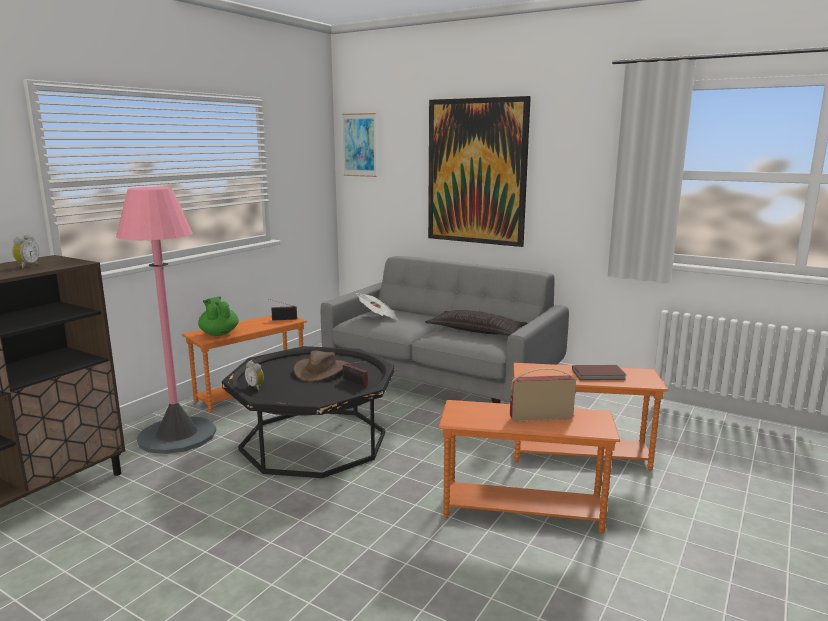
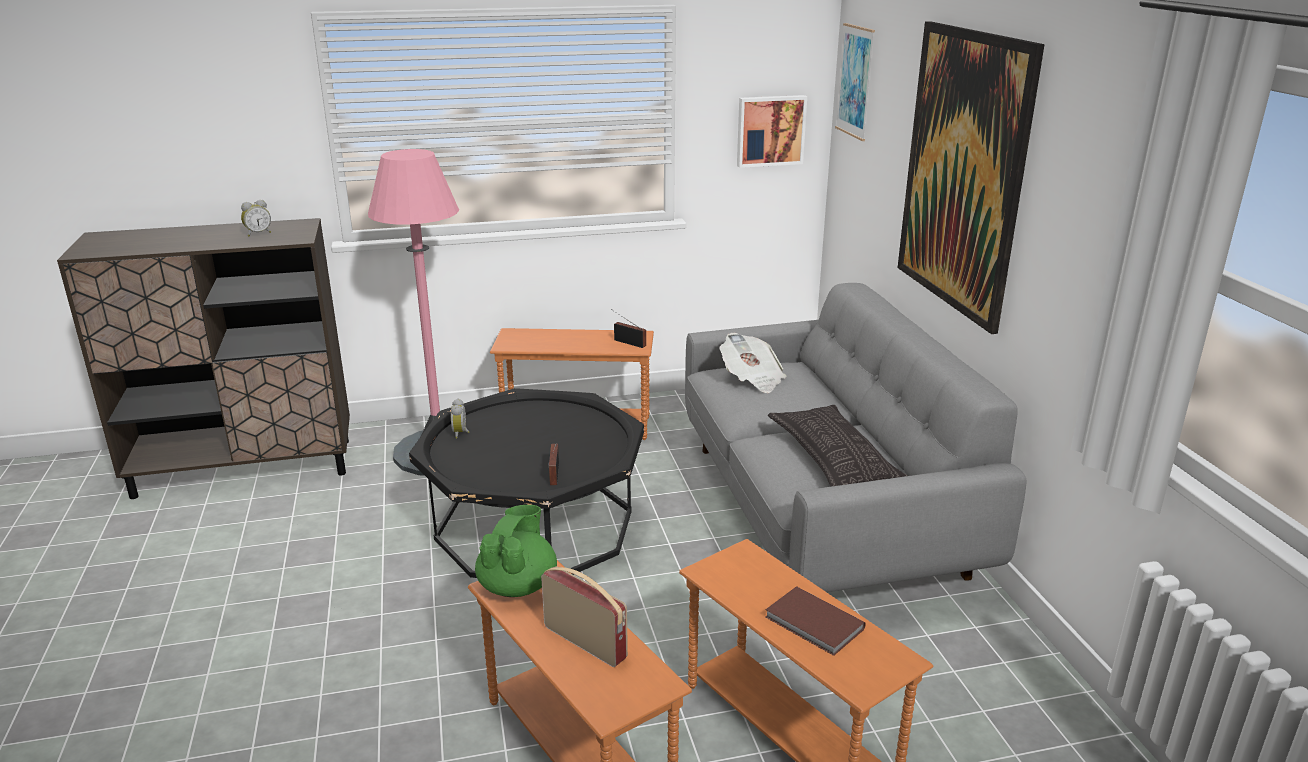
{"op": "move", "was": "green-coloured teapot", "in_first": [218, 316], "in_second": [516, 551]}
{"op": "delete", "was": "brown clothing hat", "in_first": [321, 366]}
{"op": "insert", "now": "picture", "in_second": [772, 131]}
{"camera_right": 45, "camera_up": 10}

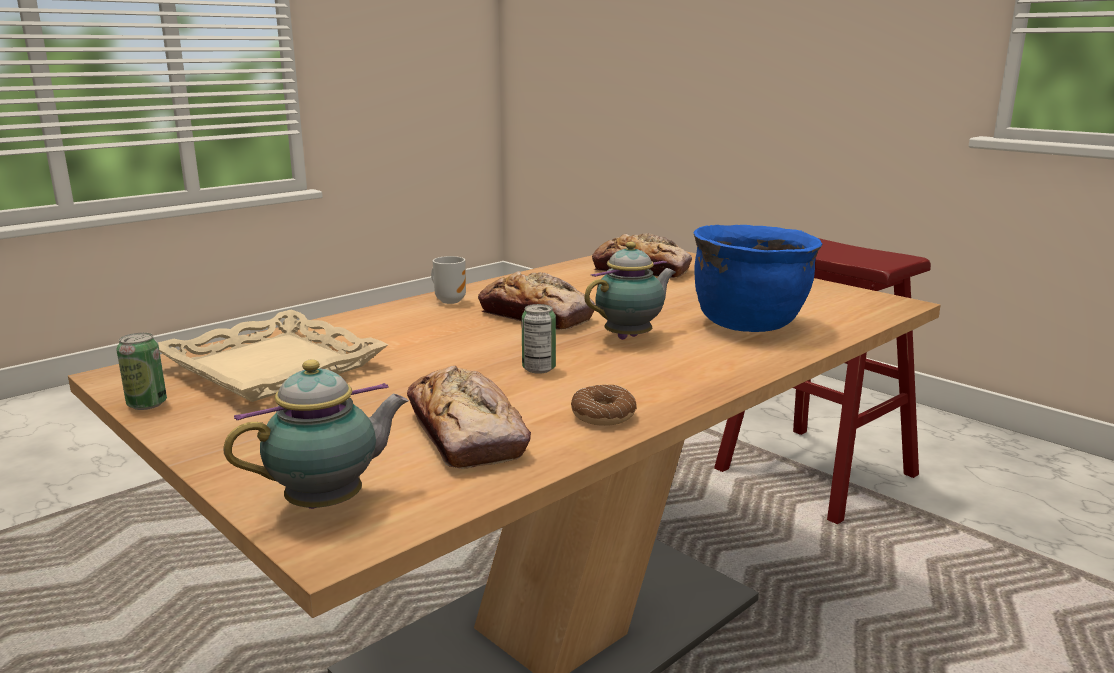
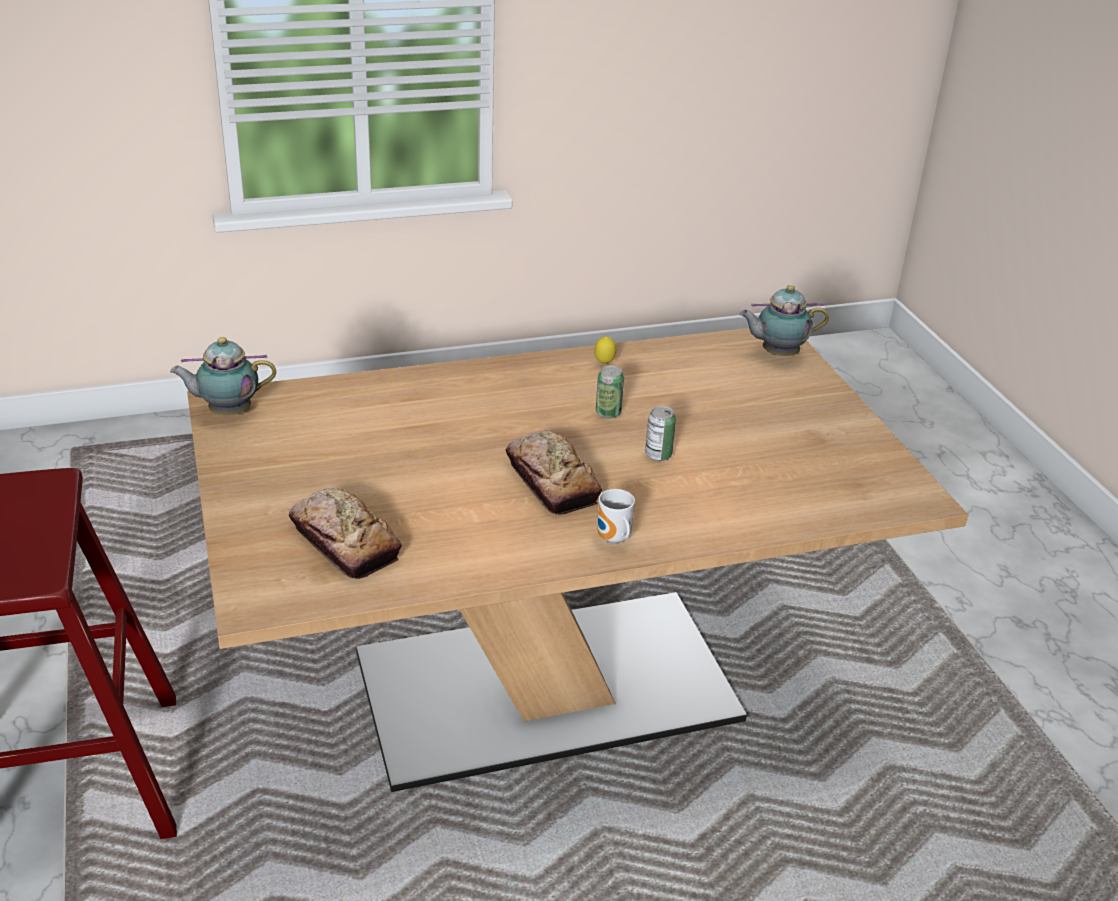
{"op": "delete", "was": "blue stockpot", "in_first": [758, 278]}
{"op": "move", "was": "teapot", "in_first": [630, 291], "in_second": [223, 376]}
{"op": "delete", "was": "beige carrying tray", "in_first": [273, 356]}
{"op": "move", "was": "can", "in_first": [142, 371], "in_second": [660, 433]}
{"op": "delete", "was": "bakery bread", "in_first": [469, 417]}
{"op": "replace", "was": "ring doughnut", "now": "citrus fruit", "in_first": [604, 405], "in_second": [605, 350]}
{"camera_right": -155, "camera_up": 15}

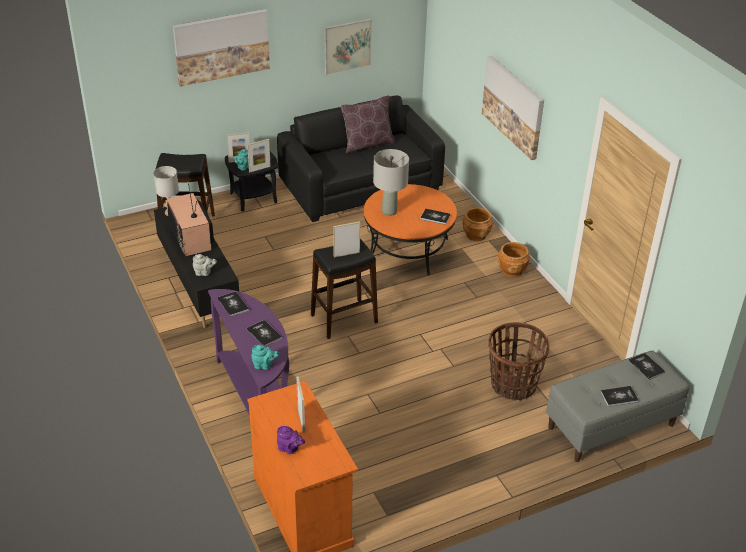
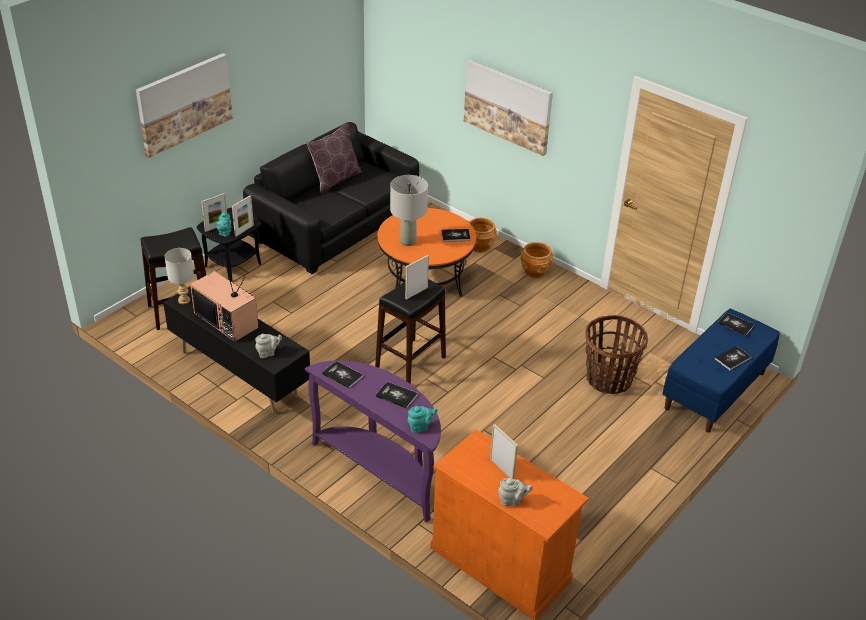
{"op": "delete", "was": "picture", "in_first": [348, 46]}
{"op": "recolor", "was": "grey long seat", "now": "blue long seat", "in_first": [617, 406], "in_second": [721, 371]}
{"op": "recolor", "was": "purplish teapot", "now": "grey teapot", "in_first": [291, 440], "in_second": [515, 492]}
{"camera_right": -25, "camera_up": 0}

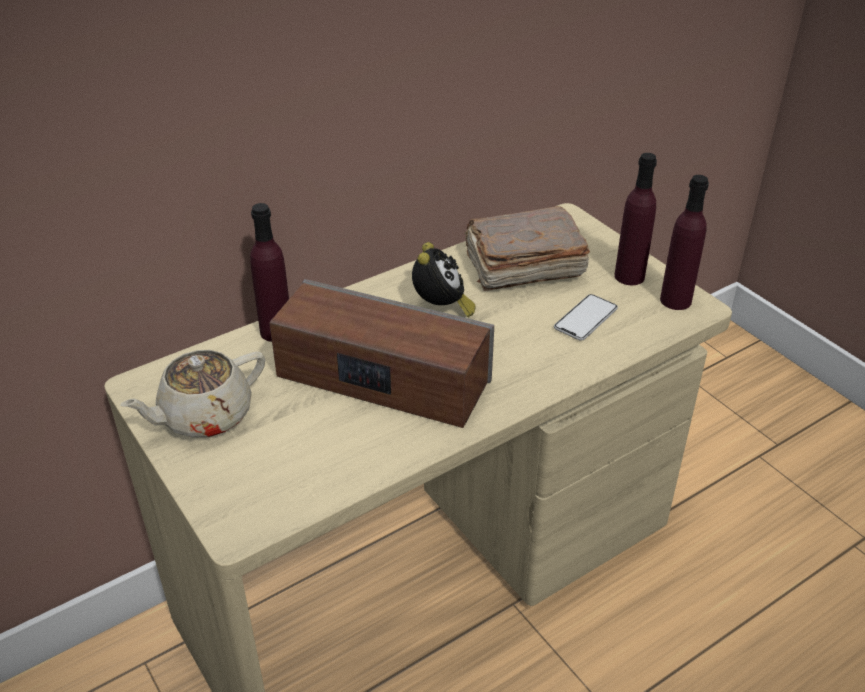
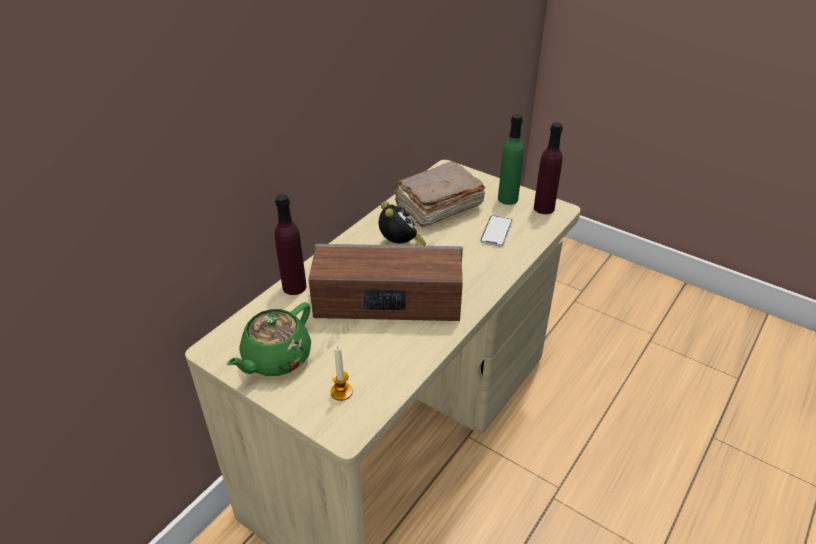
{"op": "recolor", "was": "purplish beverage bottle", "now": "green-coloured beverage bottle", "in_first": [635, 219], "in_second": [511, 159]}
{"op": "recolor", "was": "beige teapot", "now": "green-coloured teapot", "in_first": [192, 394], "in_second": [269, 339]}
{"op": "insert", "now": "candle", "in_second": [342, 373]}
{"camera_right": -20, "camera_up": 0}

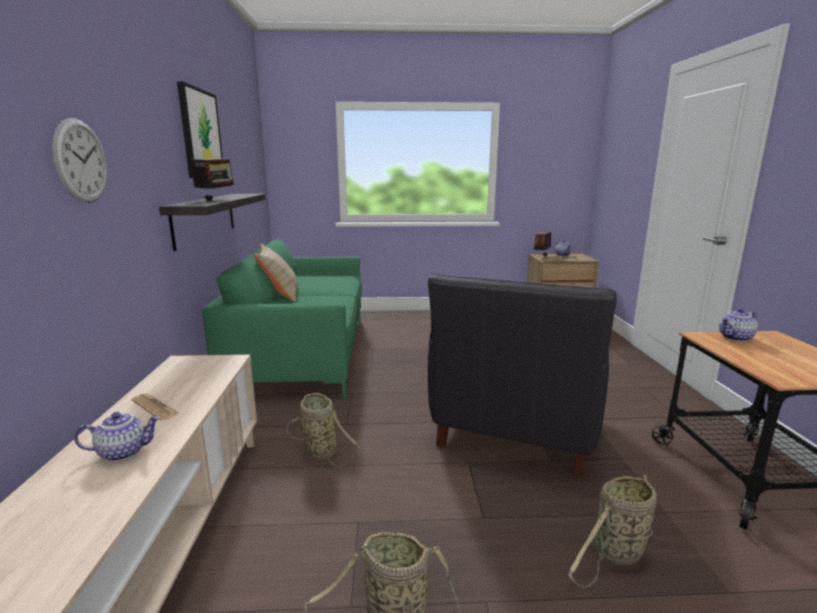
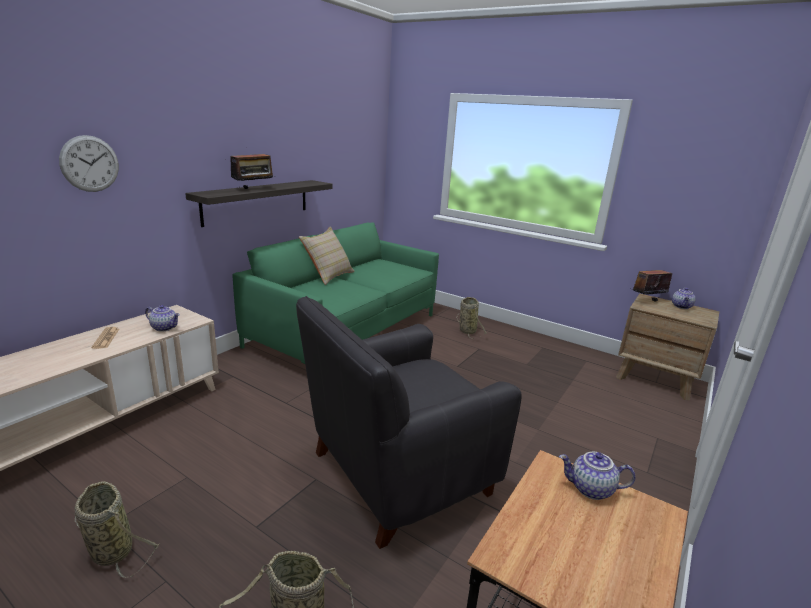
{"op": "delete", "was": "picture", "in_first": [200, 130]}
{"op": "move", "was": "storage basket", "in_first": [323, 430], "in_second": [471, 318]}
{"op": "move", "was": "teapot", "in_first": [117, 436], "in_second": [162, 318]}
{"camera_right": 35, "camera_up": 5}

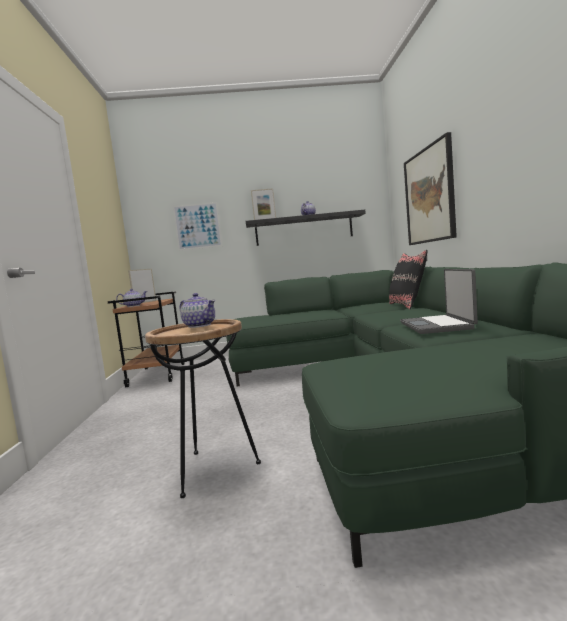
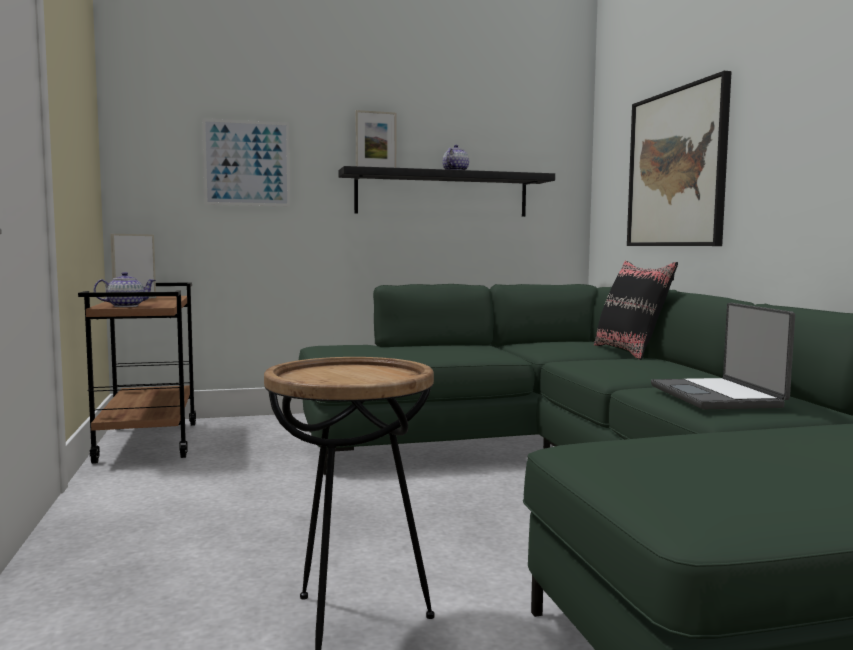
{"op": "delete", "was": "teapot", "in_first": [197, 310]}
{"camera_right": -10, "camera_up": 0}

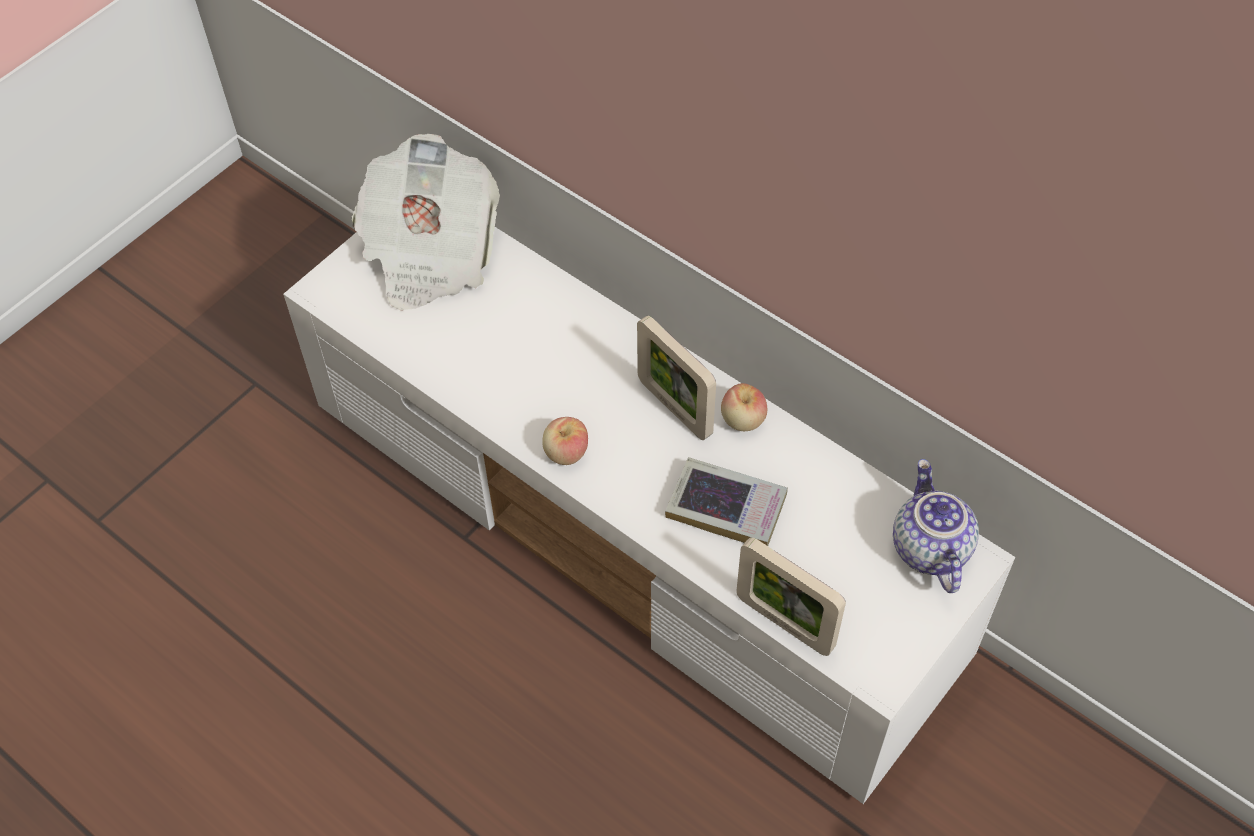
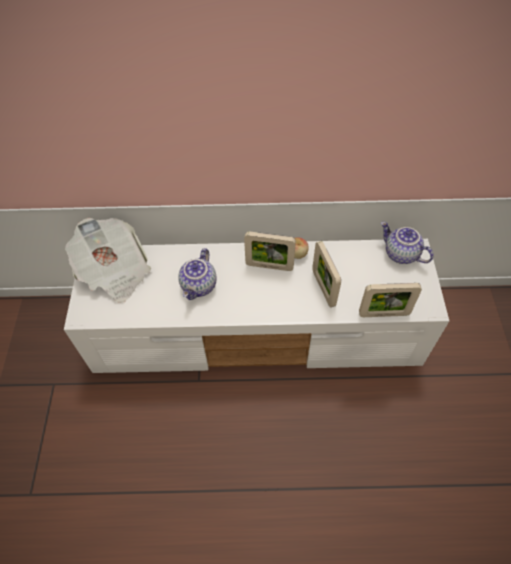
{"op": "delete", "was": "whole apple", "in_first": [565, 441]}
{"op": "replace", "was": "volume", "now": "standing frame", "in_first": [726, 501], "in_second": [326, 274]}
{"op": "insert", "now": "teapot", "in_second": [197, 274]}
{"camera_right": -40, "camera_up": 0}

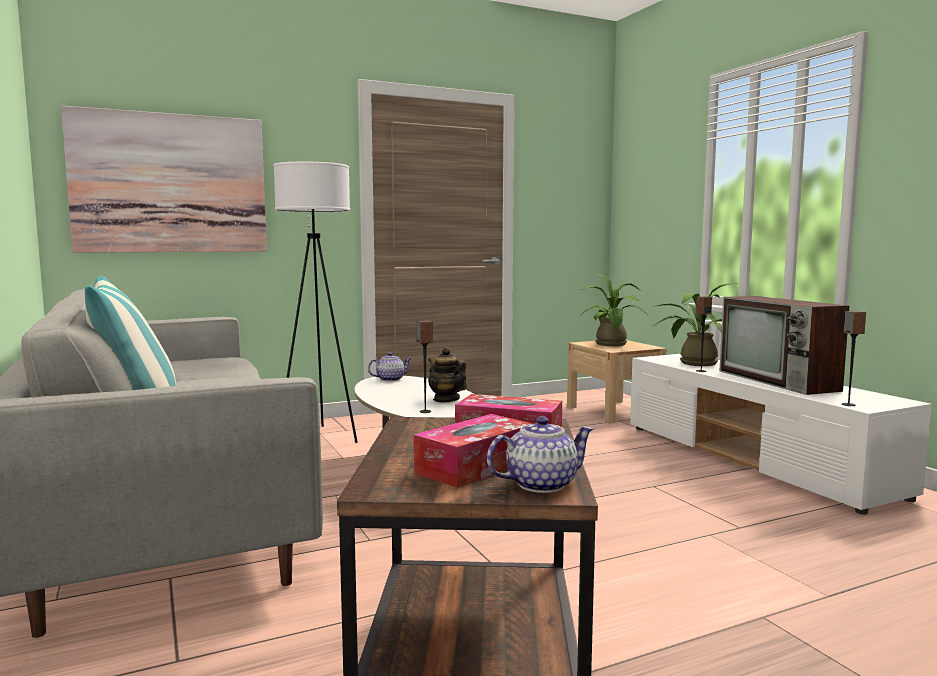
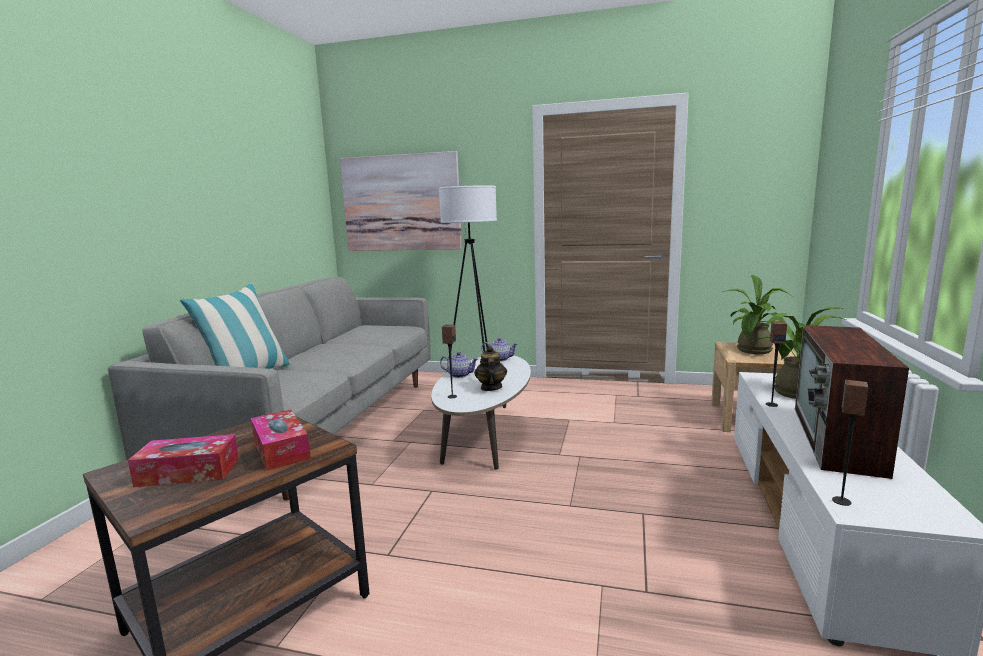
{"op": "move", "was": "teapot", "in_first": [540, 454], "in_second": [459, 365]}
{"camera_right": 40, "camera_up": 5}

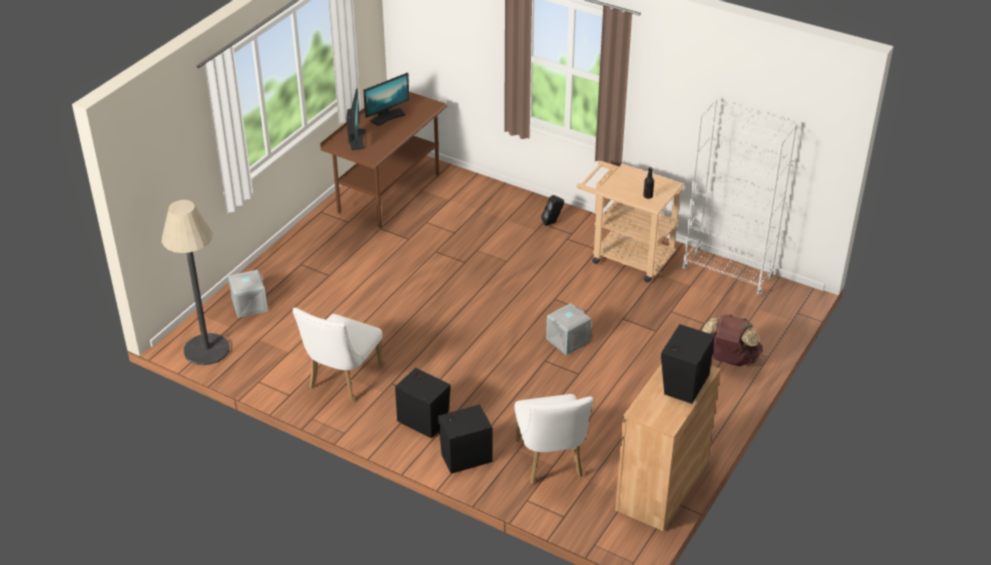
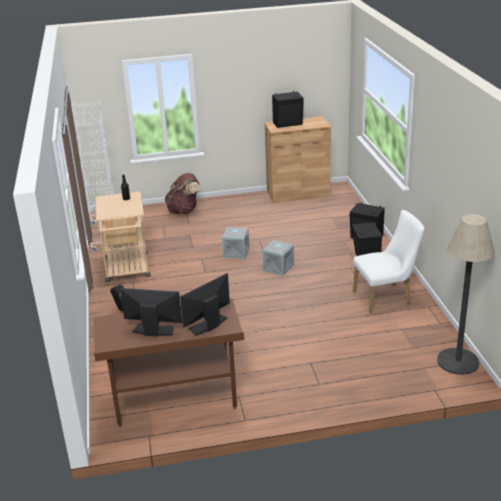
{"op": "move", "was": "grey storage box", "in_first": [248, 294], "in_second": [278, 258]}
{"op": "delete", "was": "white-coloured chair", "in_first": [553, 438]}
{"camera_right": -130, "camera_up": -10}

